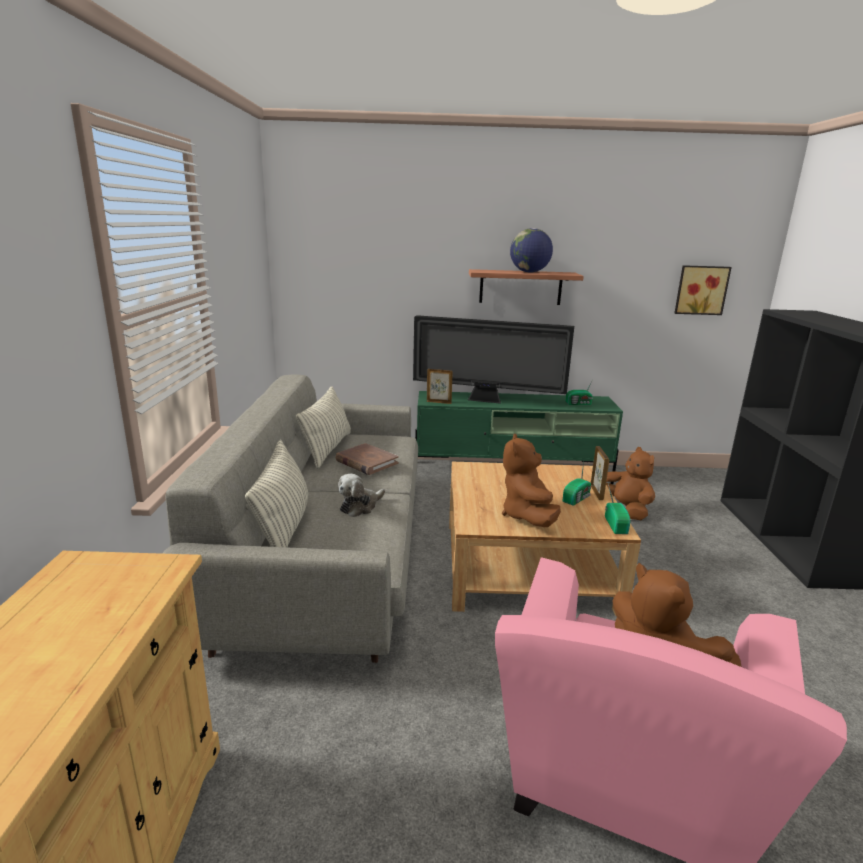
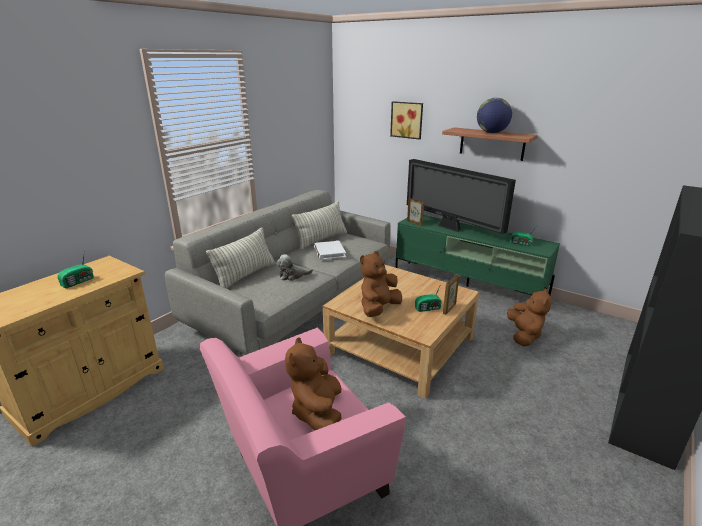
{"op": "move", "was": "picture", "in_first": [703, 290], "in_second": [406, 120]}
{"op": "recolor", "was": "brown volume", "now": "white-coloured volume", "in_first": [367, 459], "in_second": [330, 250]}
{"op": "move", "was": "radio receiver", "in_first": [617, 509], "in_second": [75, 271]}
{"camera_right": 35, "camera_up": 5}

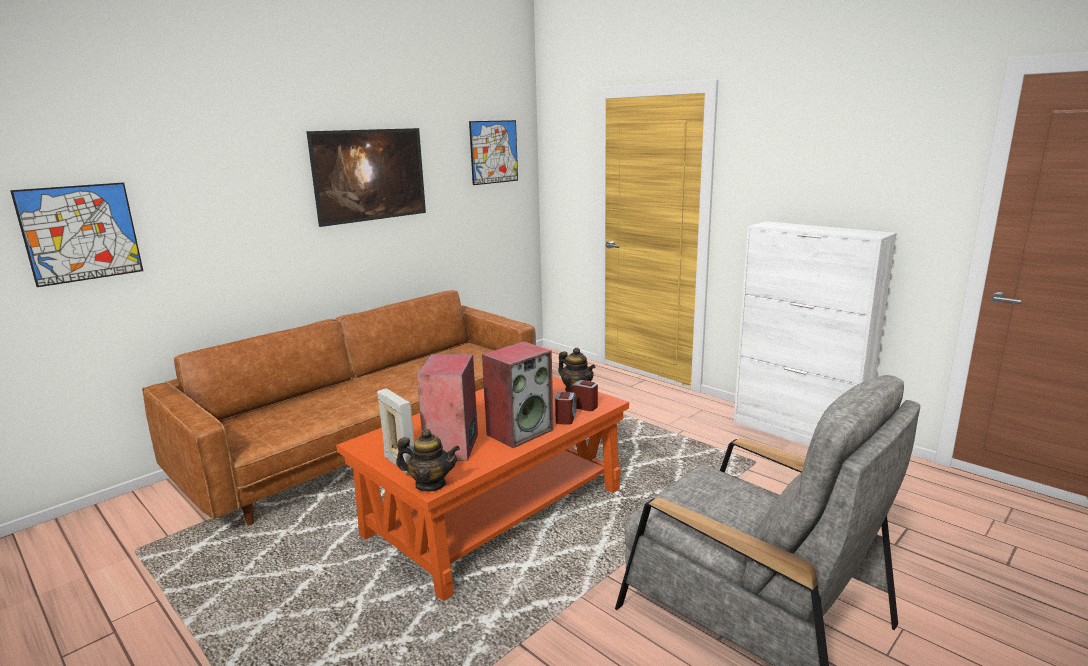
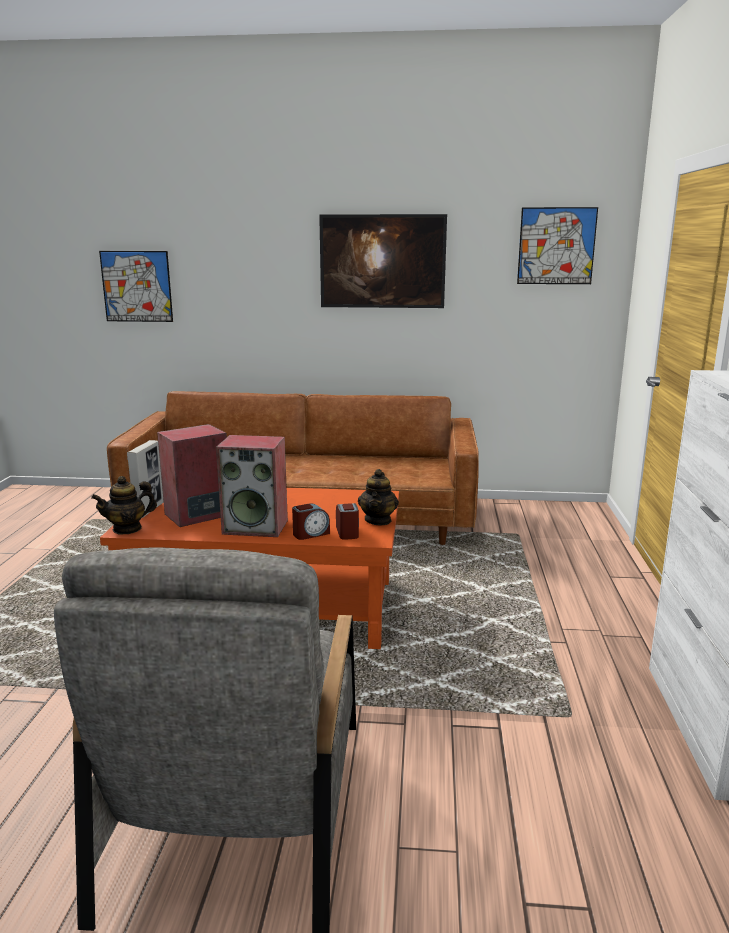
{"op": "rotate", "was": "teapot", "in_first": [428, 460], "in_second": [124, 505], "clockwise": 90}
{"camera_right": 50, "camera_up": 0}

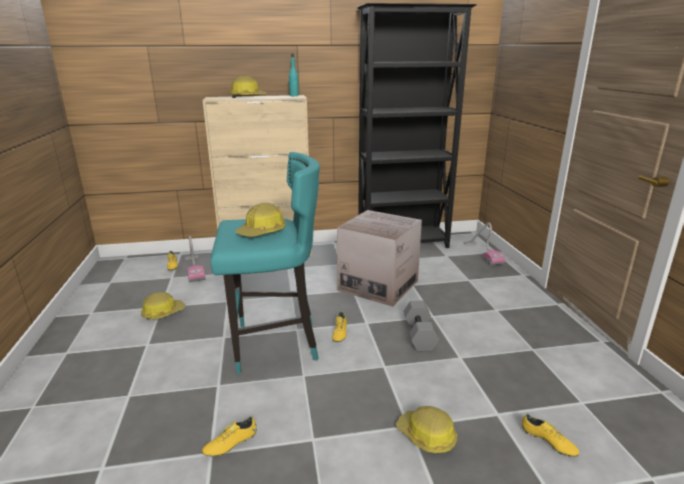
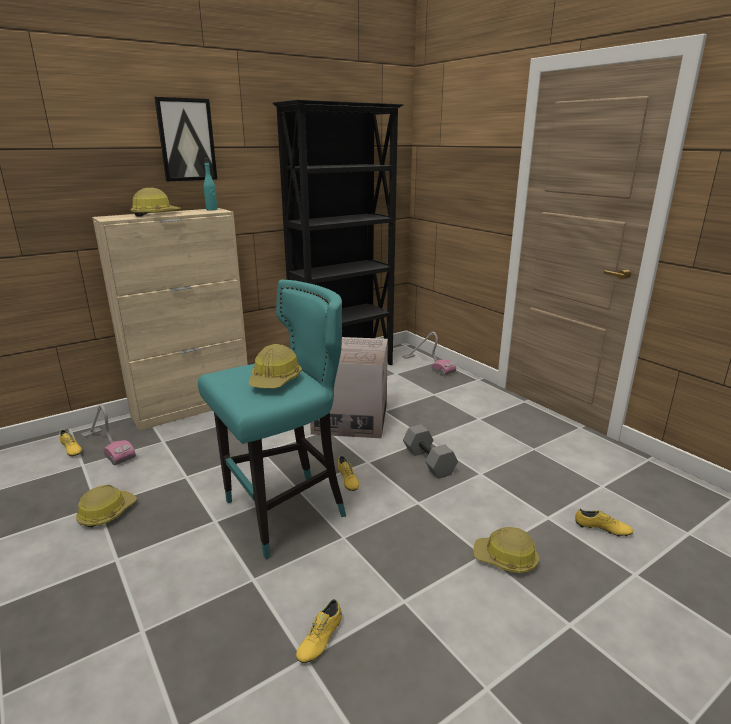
{"op": "insert", "now": "picture", "in_second": [185, 139]}
{"camera_right": -25, "camera_up": 0}

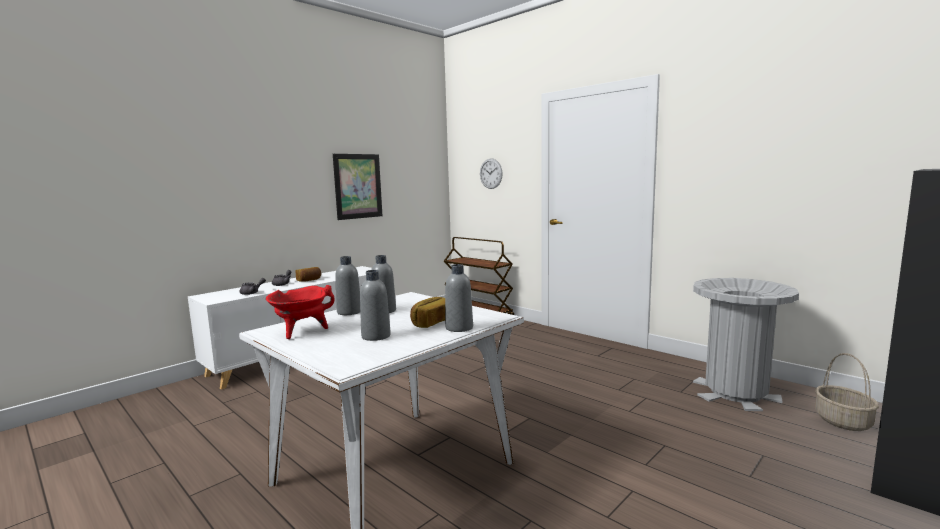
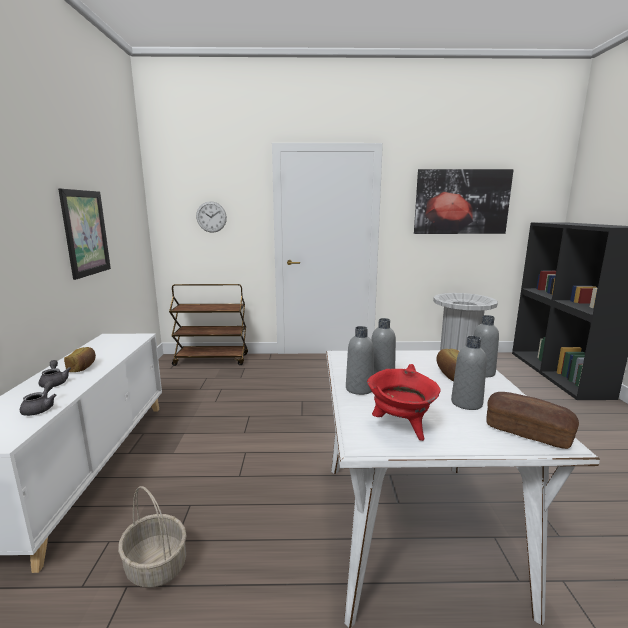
{"op": "move", "was": "storage basket", "in_first": [847, 392], "in_second": [152, 537]}
{"op": "insert", "now": "picture", "in_second": [464, 201]}
{"op": "insert", "now": "bakery bread", "in_second": [532, 420]}
{"camera_right": -45, "camera_up": 5}

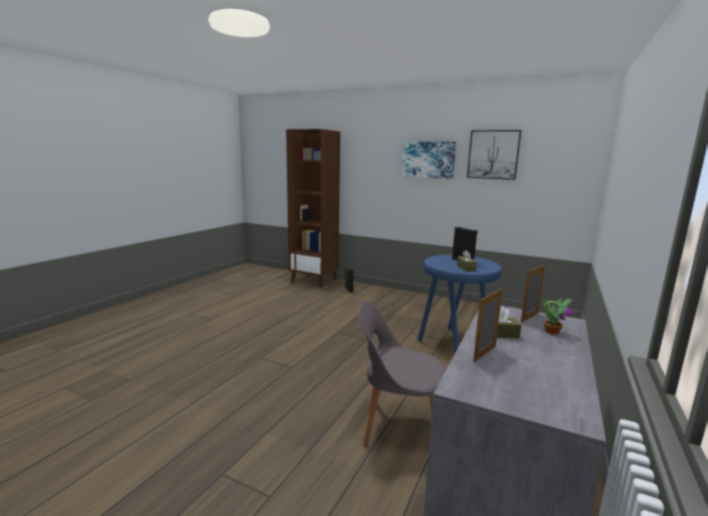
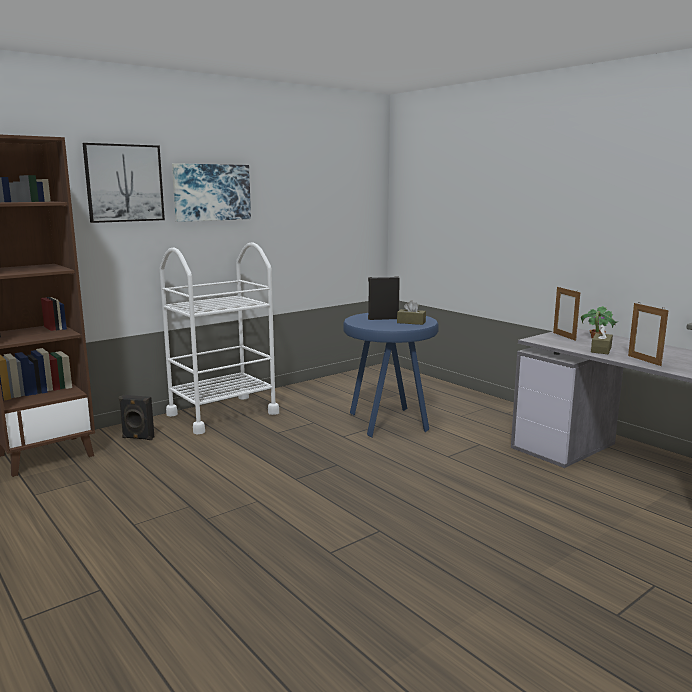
{"op": "move", "was": "picture", "in_first": [494, 155], "in_second": [124, 183]}
{"op": "delete", "was": "grey chair", "in_first": [402, 374]}
{"op": "insert", "now": "white-coloured trolley", "in_second": [219, 338]}
{"camera_right": -65, "camera_up": 0}

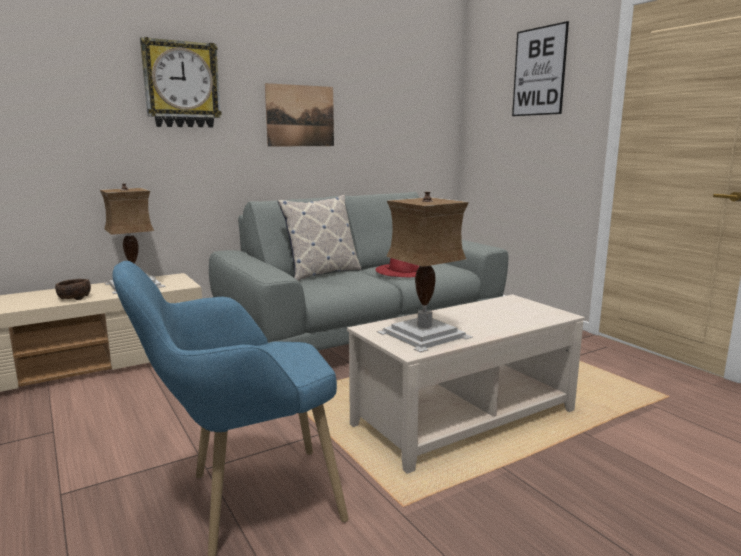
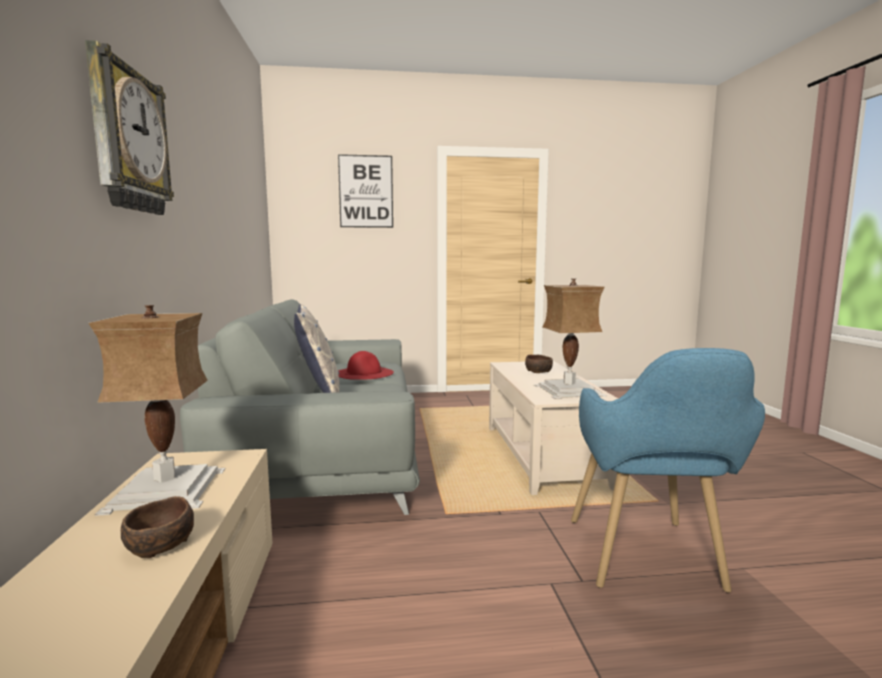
{"op": "delete", "was": "picture", "in_first": [299, 115]}
{"op": "insert", "now": "brown bowl", "in_second": [539, 364]}
{"camera_right": -65, "camera_up": -5}

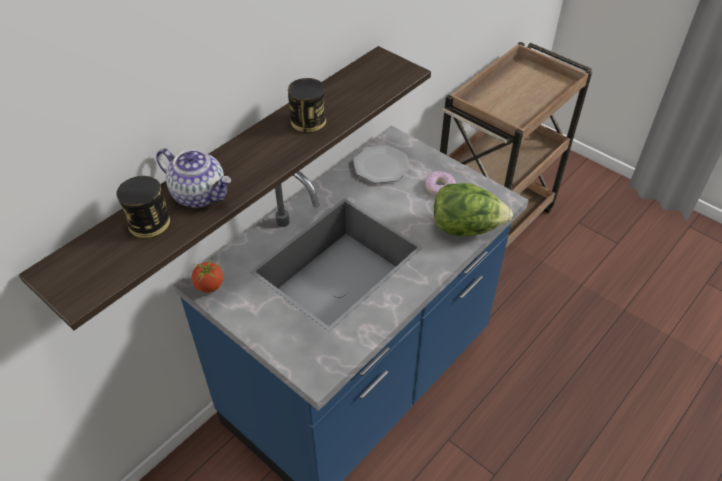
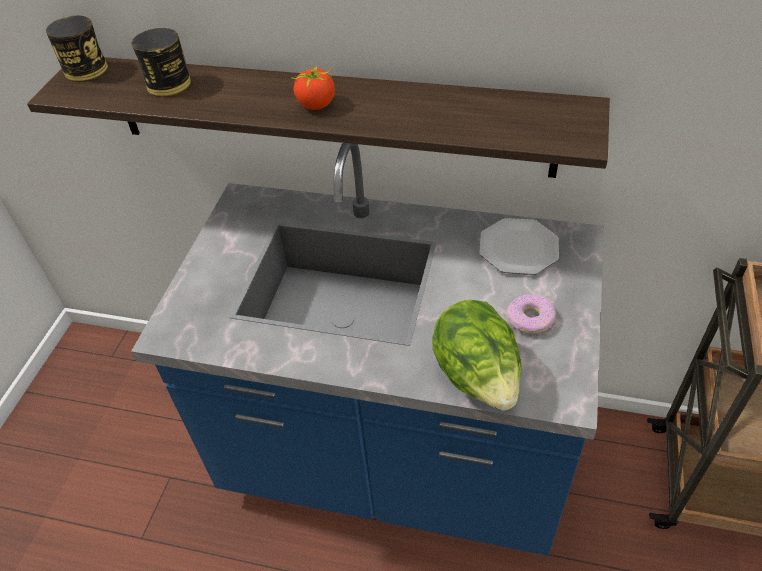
{"op": "move", "was": "can", "in_first": [307, 105], "in_second": [77, 49]}
{"op": "delete", "was": "teapot", "in_first": [193, 178]}
{"op": "move", "was": "tomato", "in_first": [207, 273], "in_second": [313, 87]}
{"camera_right": 65, "camera_up": 0}

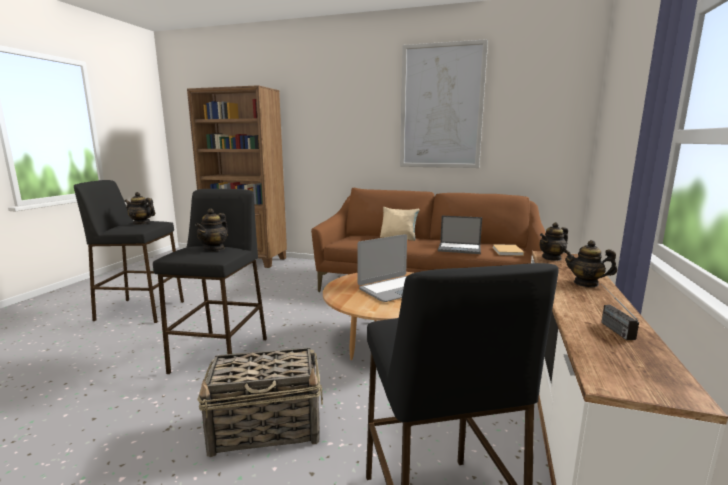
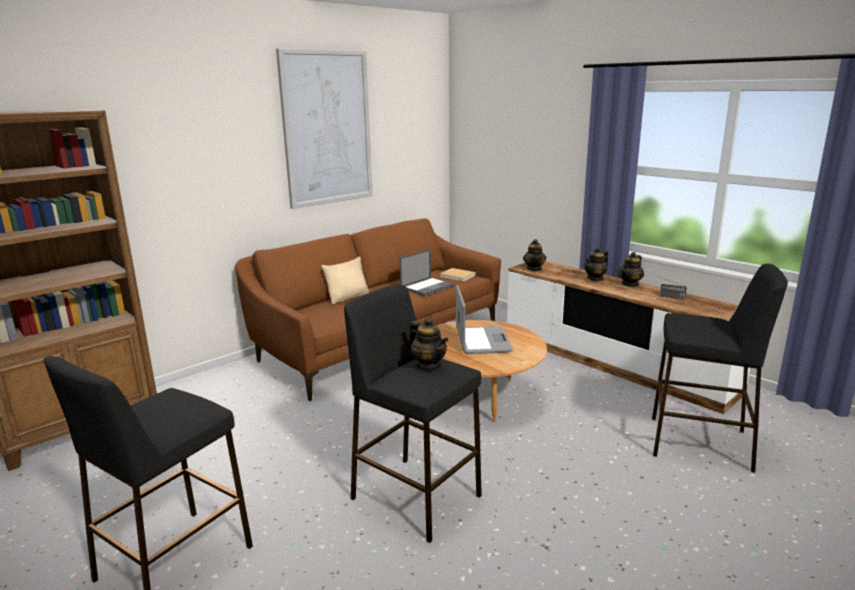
{"op": "move", "was": "teapot", "in_first": [139, 208], "in_second": [631, 269]}
{"op": "delete", "was": "storage basket", "in_first": [260, 402]}
{"camera_right": -60, "camera_up": 5}

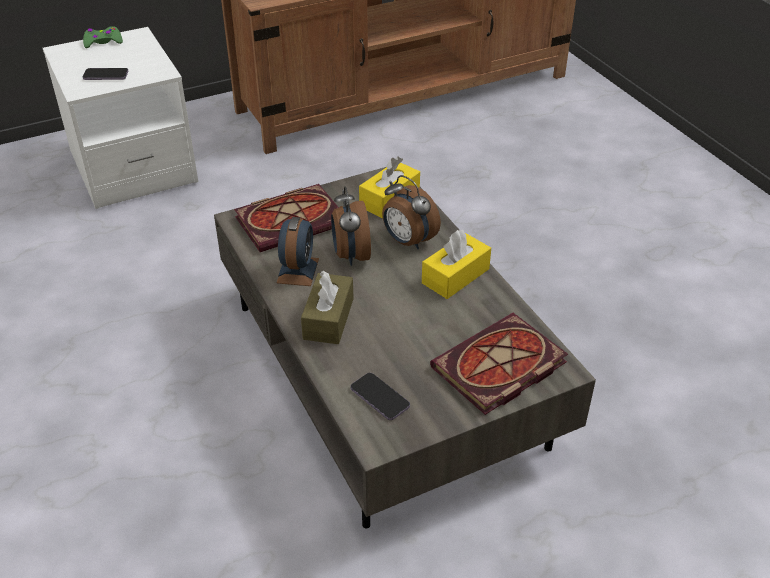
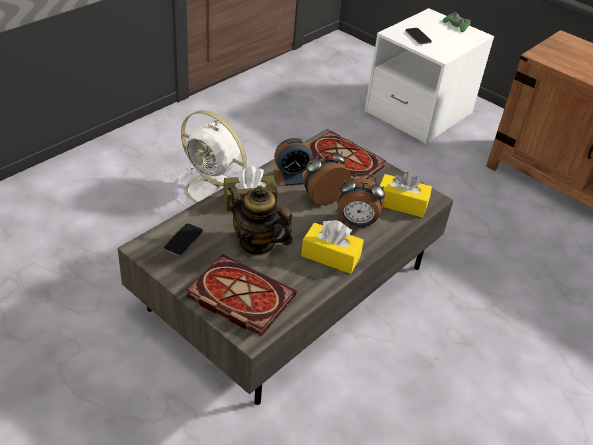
{"op": "rotate", "was": "bedside clock", "in_first": [411, 212], "in_second": [361, 200], "clockwise": -105}
{"op": "insert", "now": "white-coloured electric fan", "in_second": [210, 159]}
{"op": "insert", "now": "teapot", "in_second": [260, 220]}
{"camera_right": 65, "camera_up": 0}

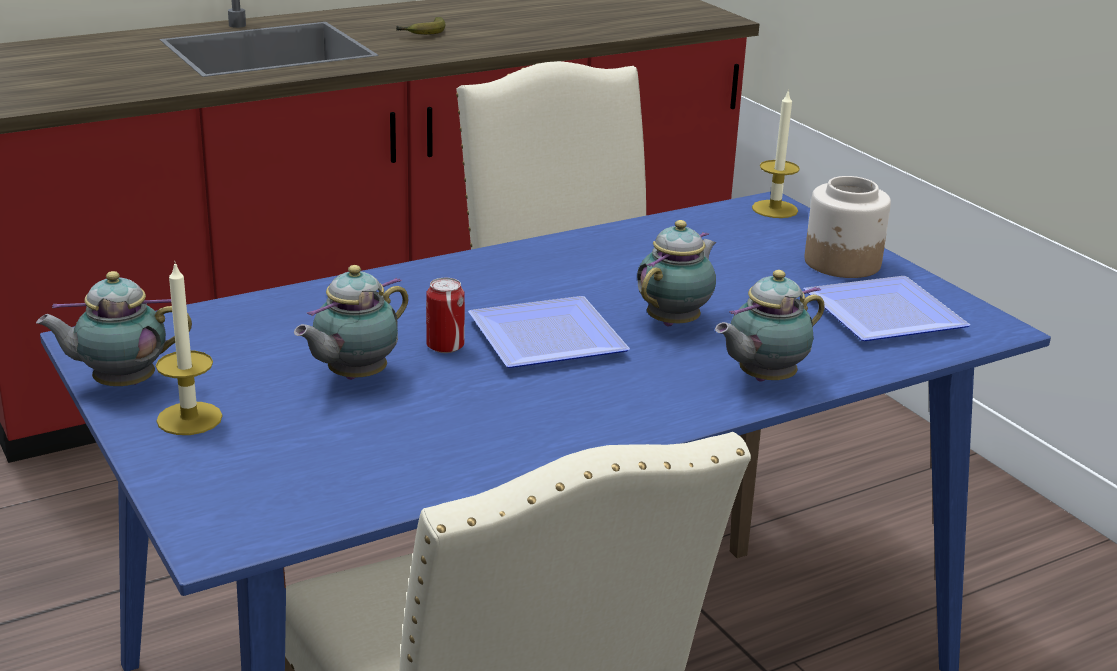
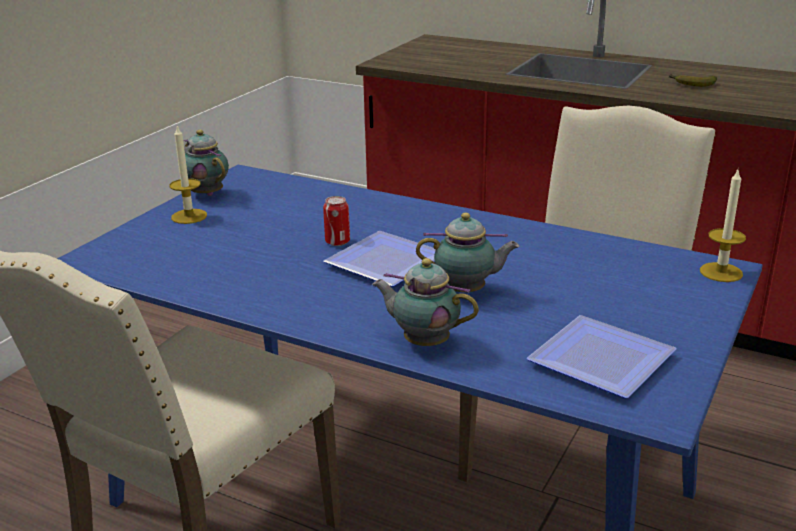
{"op": "delete", "was": "jar", "in_first": [848, 227]}
{"op": "delete", "was": "teapot", "in_first": [351, 322]}
{"camera_right": 60, "camera_up": 0}

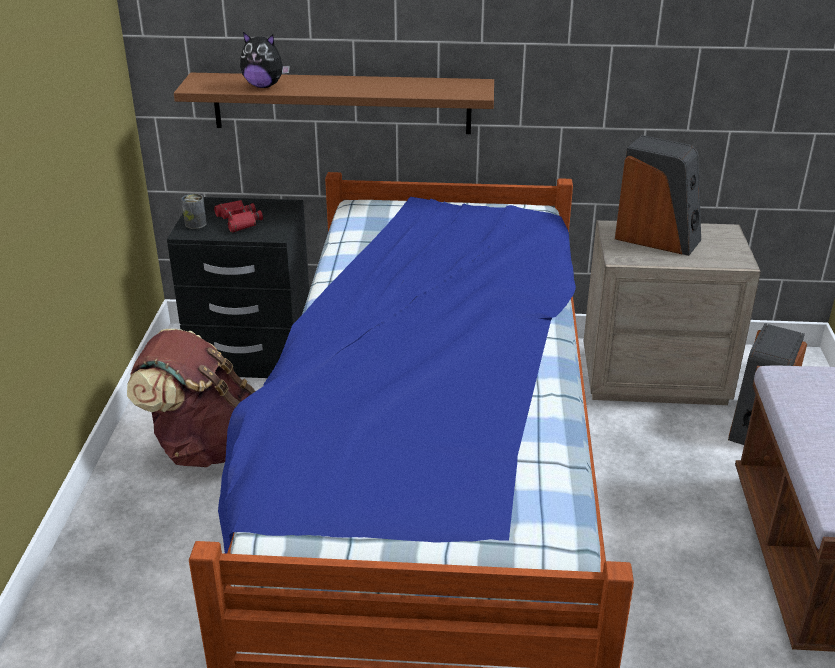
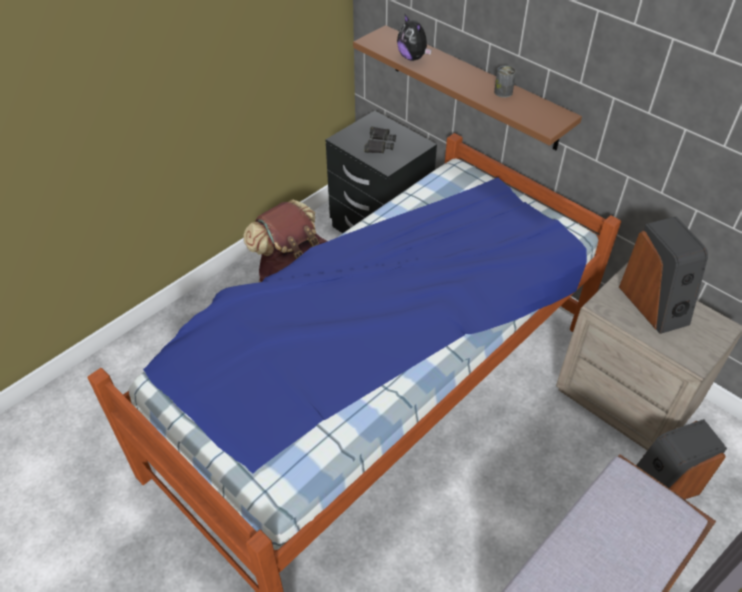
{"op": "move", "was": "can", "in_first": [194, 211], "in_second": [505, 82]}
{"op": "recolor", "was": "reddish pair of binoculars", "now": "black pair of binoculars", "in_first": [238, 216], "in_second": [380, 140]}
{"camera_right": 40, "camera_up": 15}

